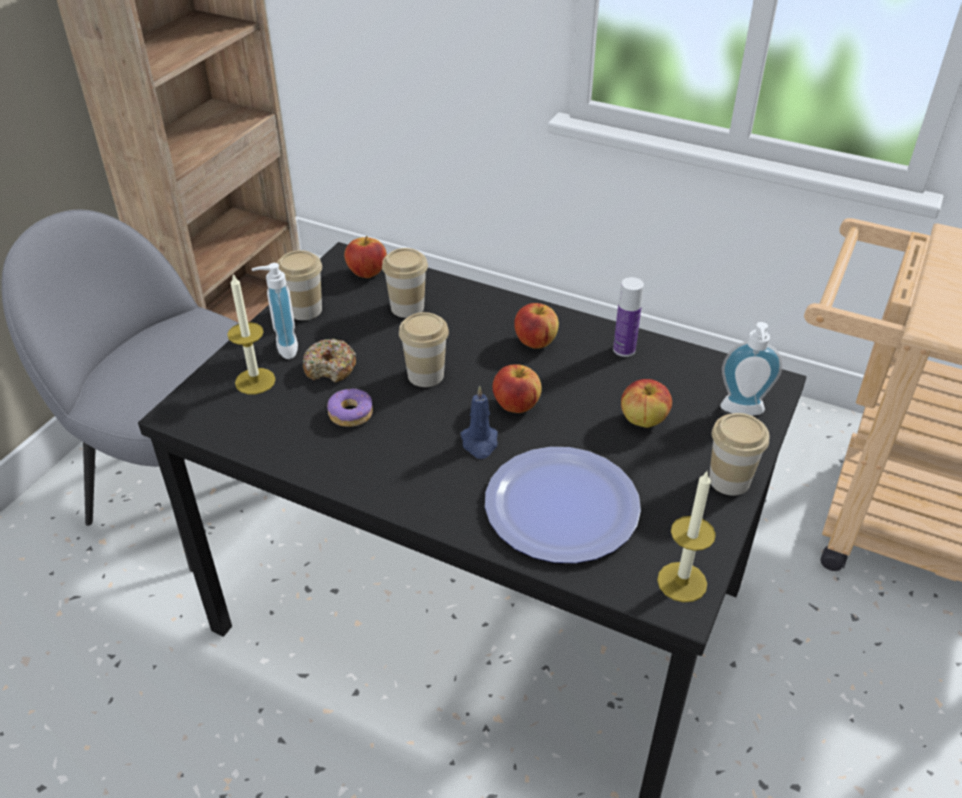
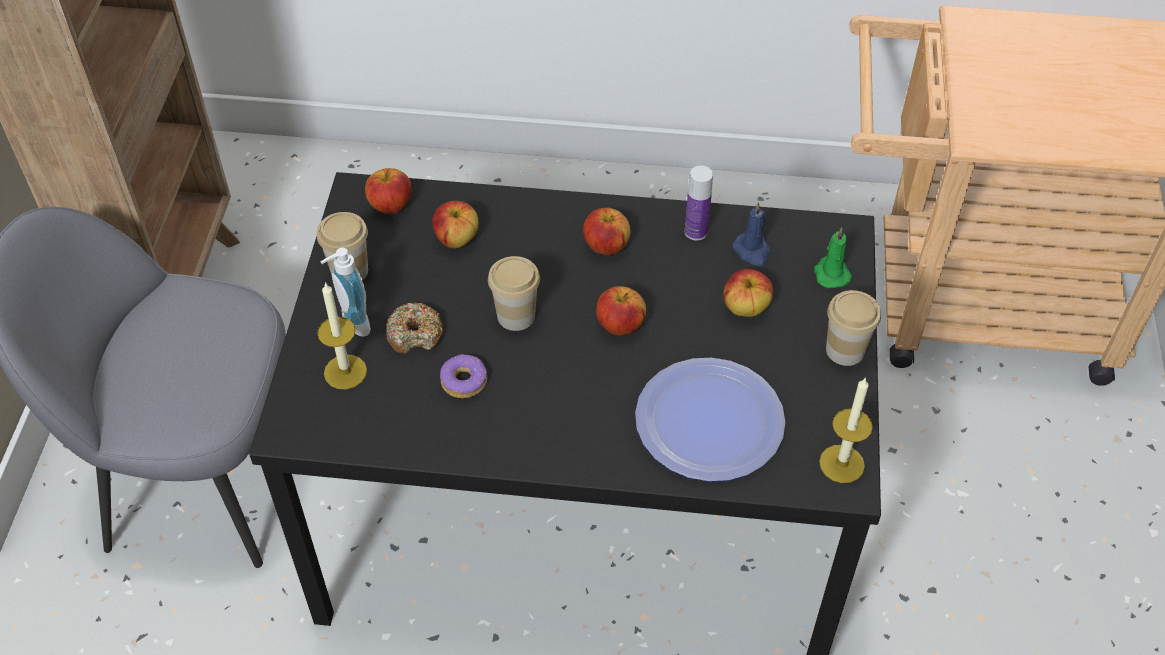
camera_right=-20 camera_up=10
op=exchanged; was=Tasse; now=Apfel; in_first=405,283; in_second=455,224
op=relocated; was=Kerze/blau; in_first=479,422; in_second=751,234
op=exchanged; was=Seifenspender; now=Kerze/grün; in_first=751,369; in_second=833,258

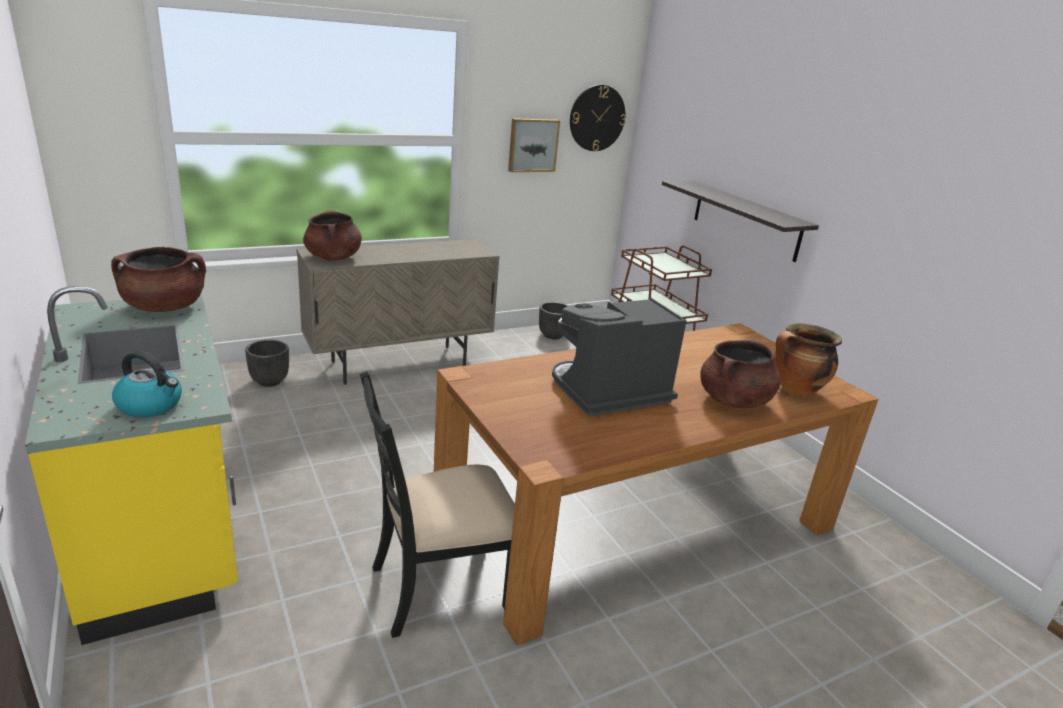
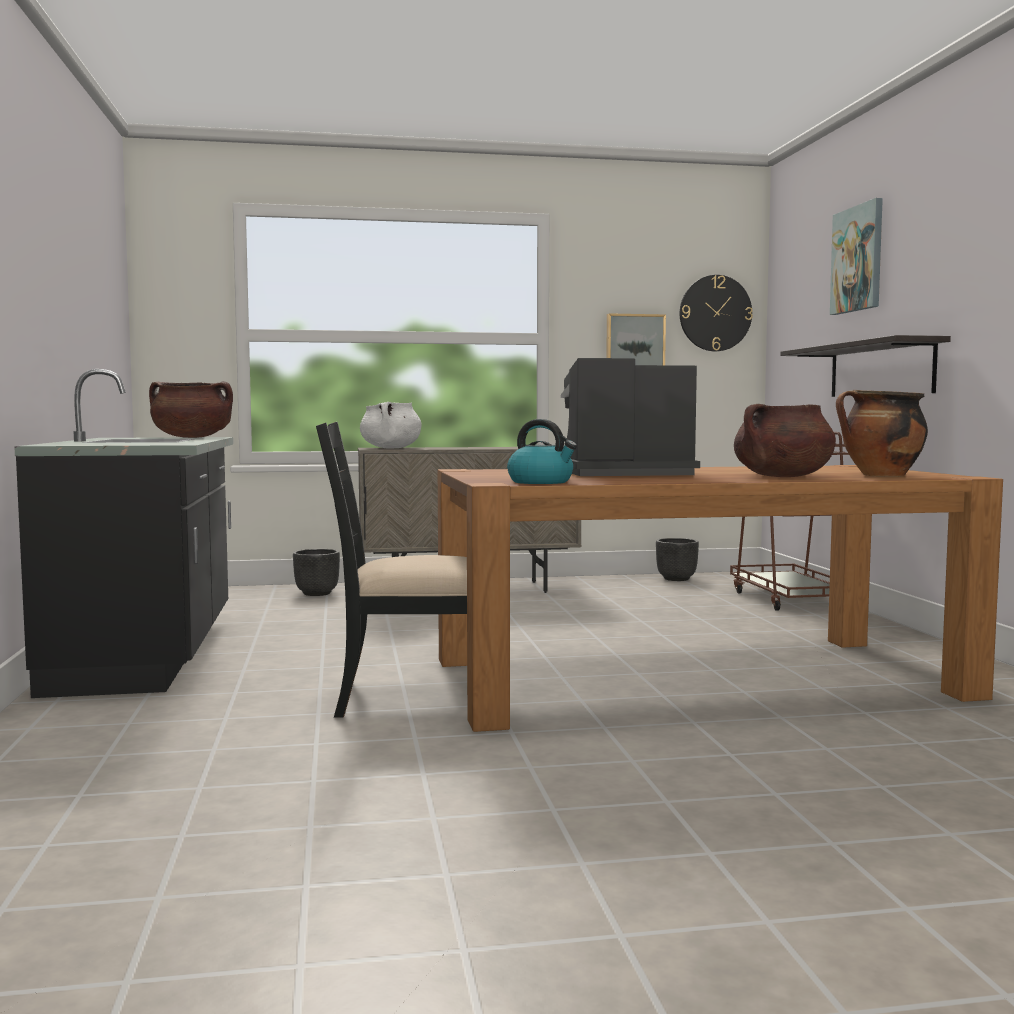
camera_right=20 camera_up=-20
op=colour; was=Küchenzeile/gelb; now=Küchenzeile/schwarz; in_first=131,465; in_second=123,533
op=relocated; was=Wasserkessel; in_first=147,384; in_second=542,451
op=colour; was=Kochtopf/braun; now=Kochtopf/weiß; in_first=332,235; in_second=391,425
op=appeared; now=Bild; in_second=856,256

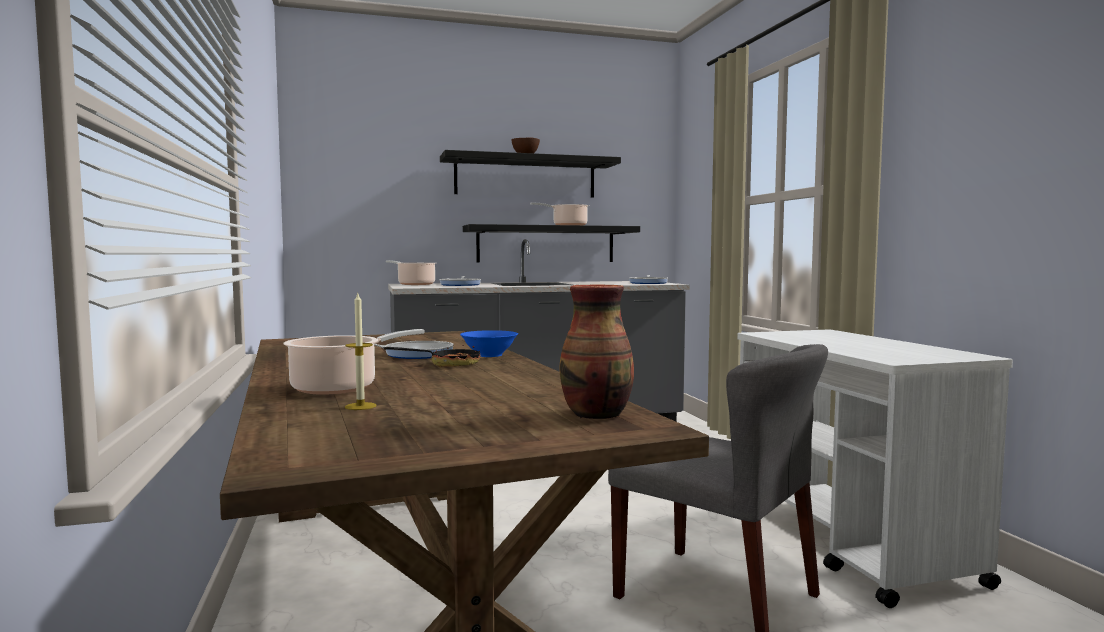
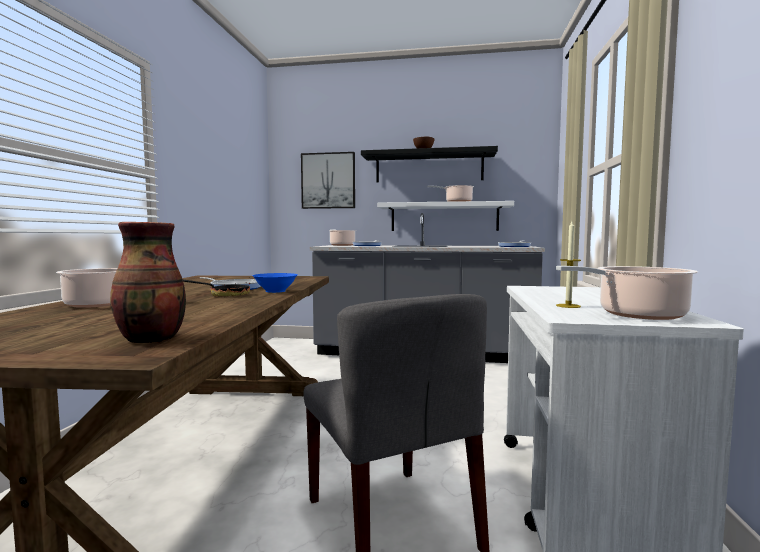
camera_right=25 camera_up=0
op=relocated; was=Kerze; in_first=361,351; in_second=568,264
op=colour; was=Wandregal/schwarz; now=Wandregal/weiß; in_first=551,243; in_second=445,216
op=appeared; now=Bild; in_second=328,180
op=appeared; now=Kochtopf; in_second=627,293

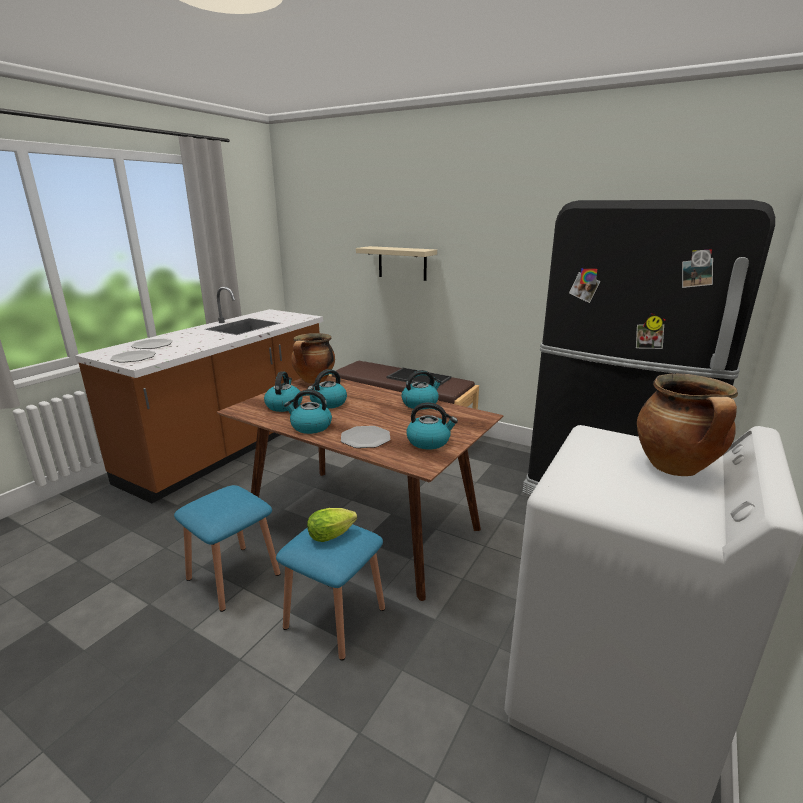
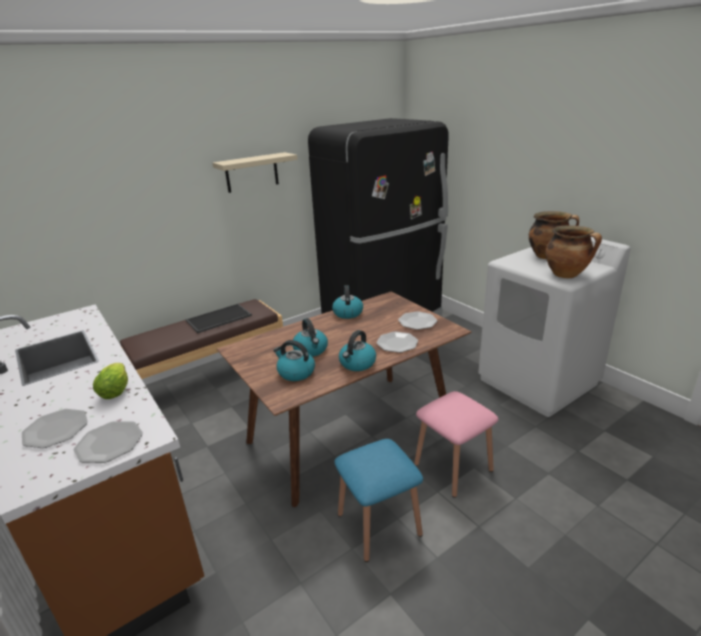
camera_right=-65 camera_up=5
op=colour; was=Hocker/blau; now=Hocker/rosa; in_first=330,592; in_second=456,444
op=relocated; was=Kochtopf; in_first=313,358; in_second=574,251
op=relocated; was=Salatkopf; in_first=332,525; in_second=110,381
op=relocated; was=Wandregal/beige; in_first=396,263; in_second=255,172
op=exchanged; was=Wasserkessel; now=Teller; in_first=432,425; in_second=417,320

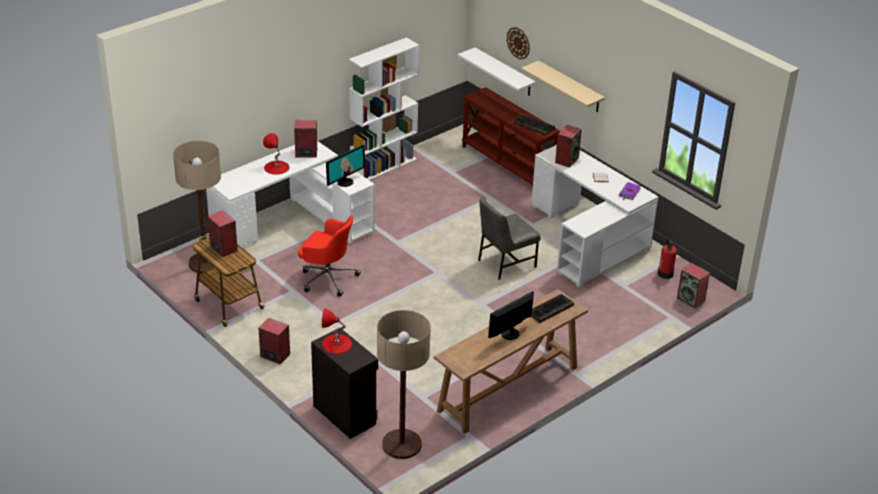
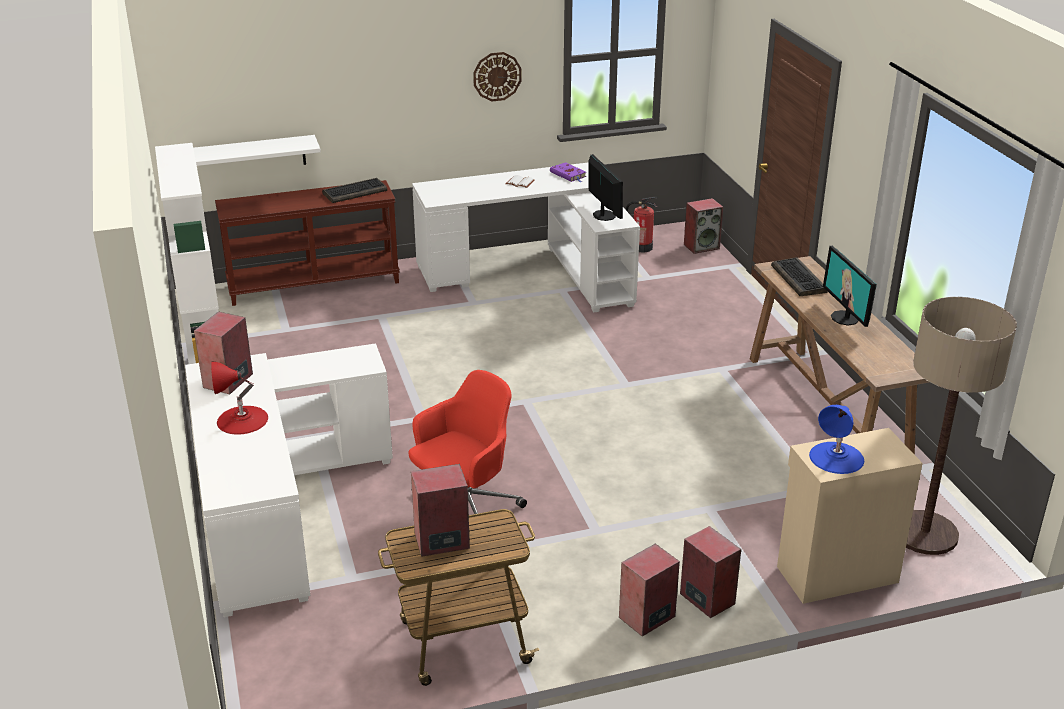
camera_right=-65 camera_up=-5
op=missing; was=Stehlampe; in_first=197,207
op=colour; was=Schrank/schwarz; now=Schrank/beige; in_first=344,383; in_second=850,516
op=colour; was=Tischlampe/rot; now=Tischlampe/blau; in_first=337,331; in_second=836,439
op=relocated; was=Monitor; in_first=345,165; in_second=605,187
op=missing; was=Stuhl/grau; in_first=509,239
op=relocated; was=Wanduhr; in_first=518,43; in_second=497,76
op=missing; was=Wandregal/beige; in_first=563,86
op=relocated; was=Lautsprecher; in_first=568,146; in_second=710,572

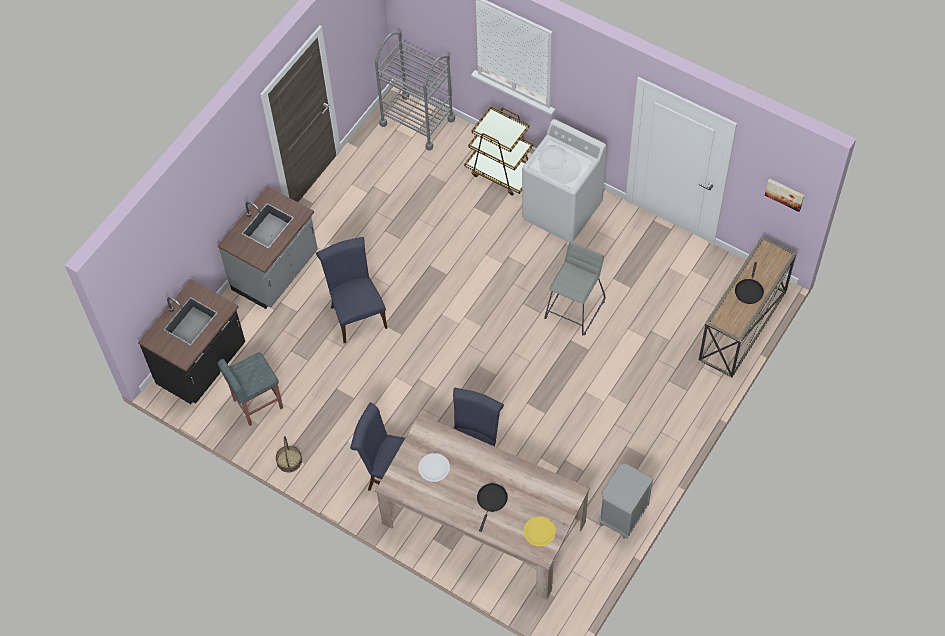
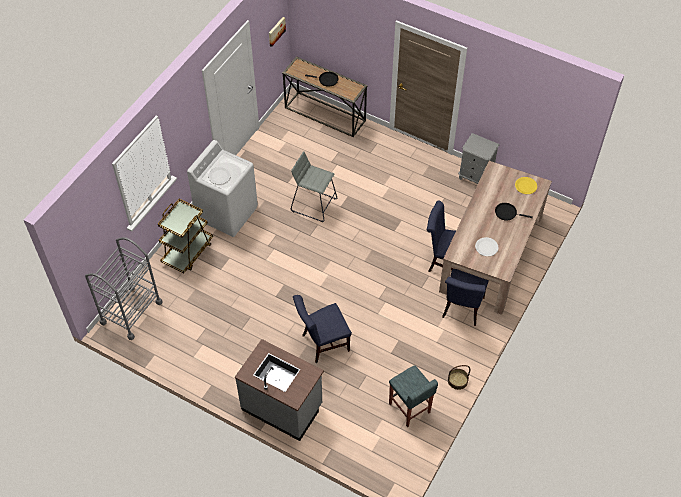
camera_right=-95 camera_up=-5
op=missing; was=Küchenzeile/schwarz; in_first=191,341

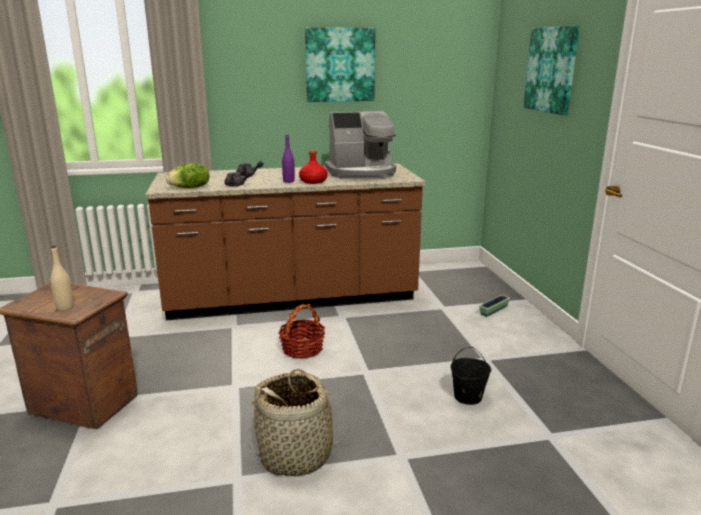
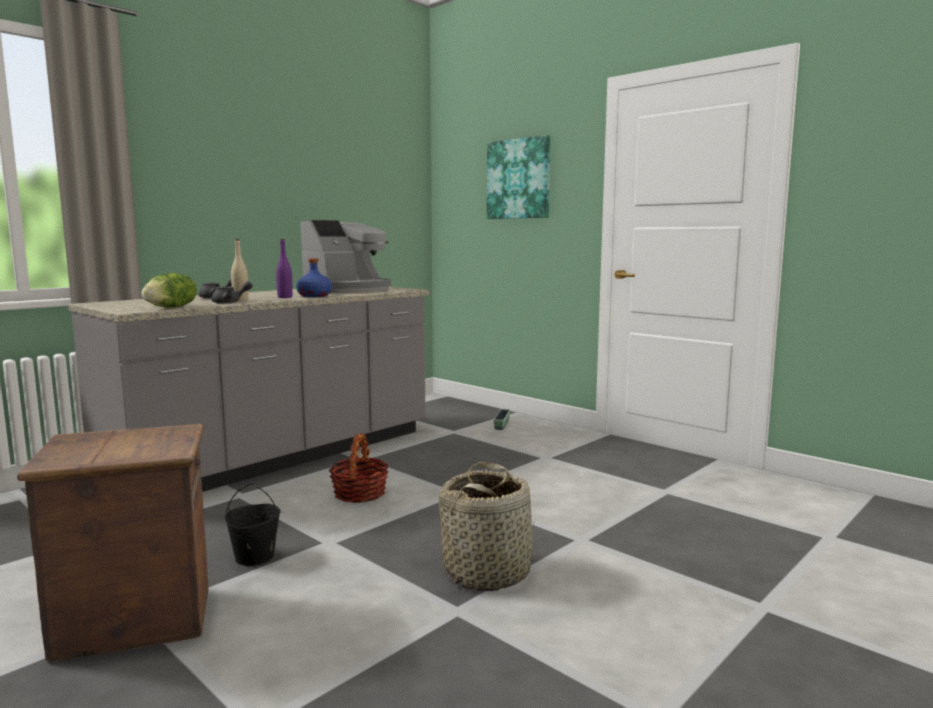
camera_right=-35 camera_up=-10
op=relocated; was=Flasche/beige; in_first=62,278; in_second=240,270
op=colour; was=Küchenzeile/braun; now=Küchenzeile/grau; in_first=285,241; in_second=248,389
op=colour; was=Flasche/rot; now=Flasche/blau; in_first=313,167; in_second=314,277
op=missing; was=Bild; in_first=340,64
op=relocated; was=Eimer/schwarz; in_first=471,376; in_second=253,525

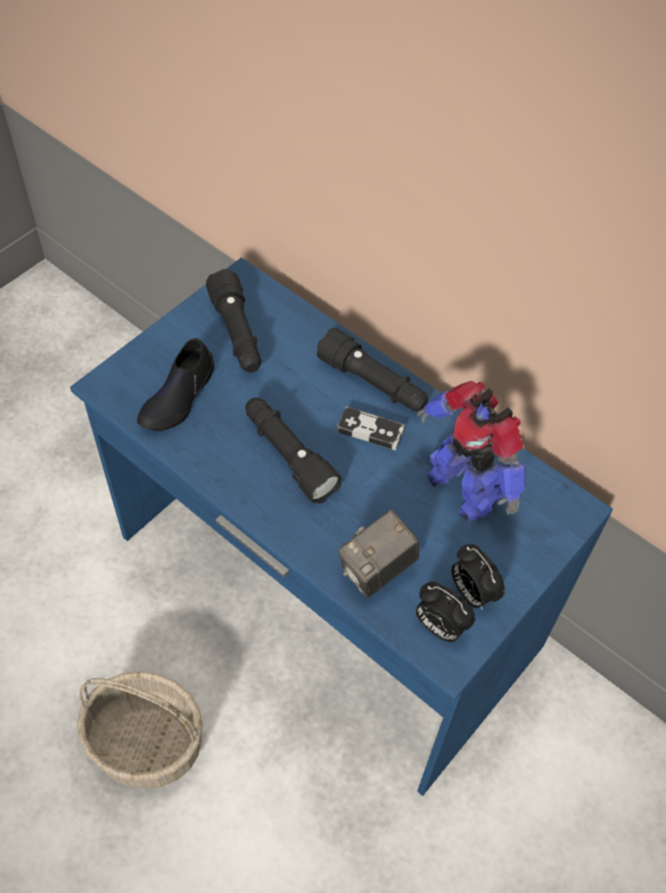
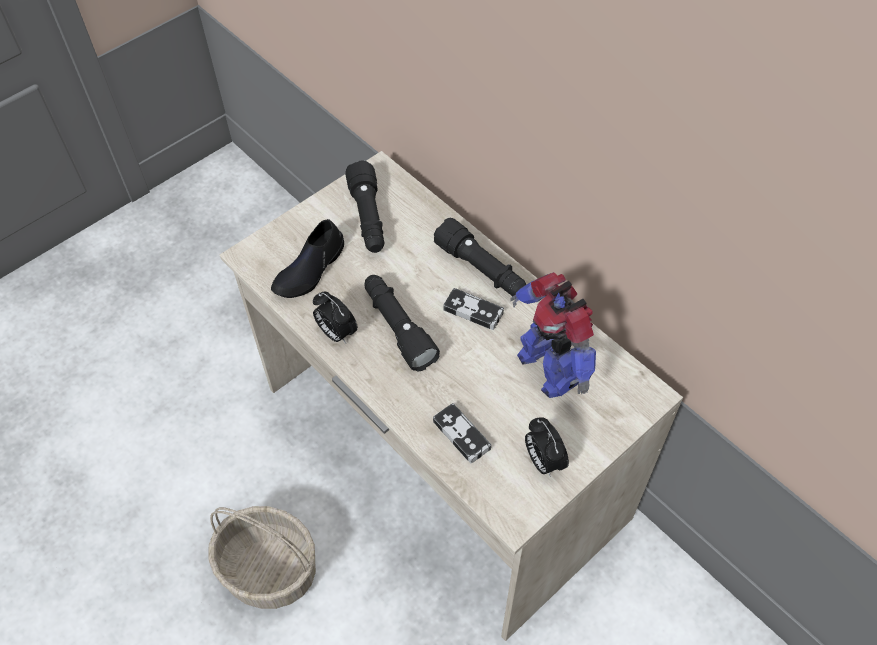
camera_right=10 camera_up=0
op=colour; was=Schreibtisch/blau; now=Schreibtisch/beige; in_first=341,526; in_second=451,396
op=exchanged; was=Kamera; now=Gamepad; in_first=378,554; in_second=462,433
op=relocated; was=Wecker; in_first=446,612; in_second=335,318

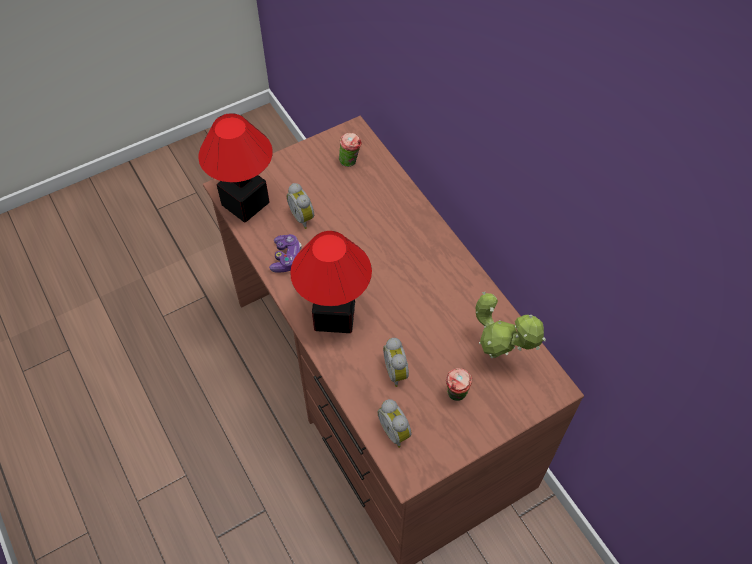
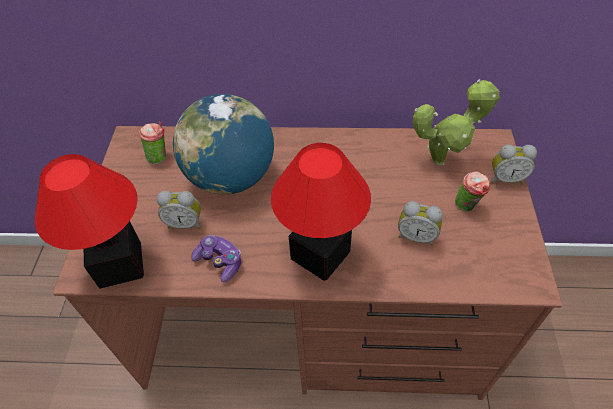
camera_right=-55 camera_up=-5
op=relocated; was=Wecker; in_first=394,423; in_second=514,164
op=appeared; now=Globus; in_second=223,144

